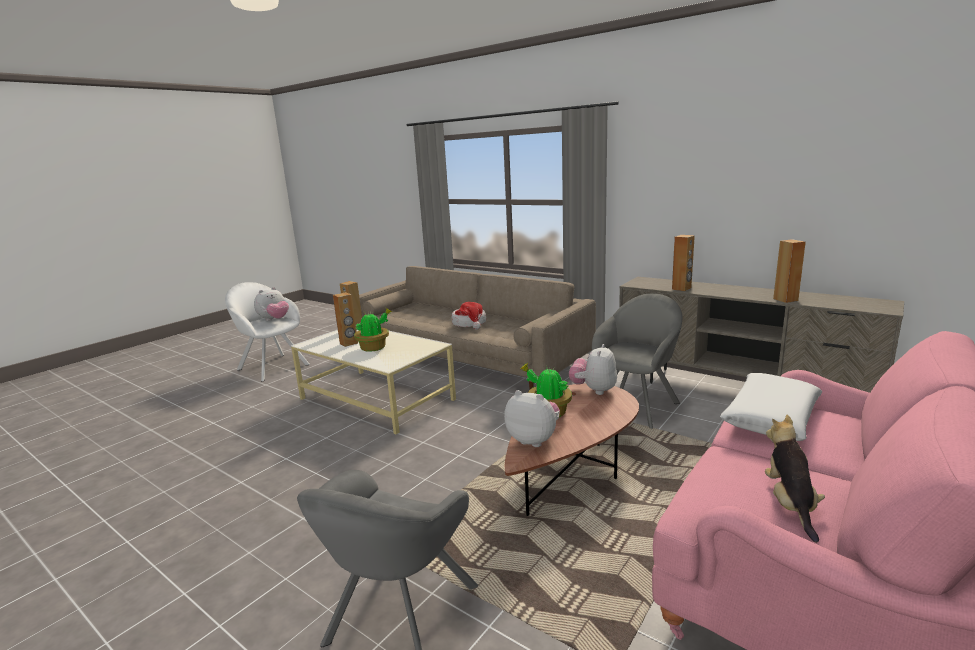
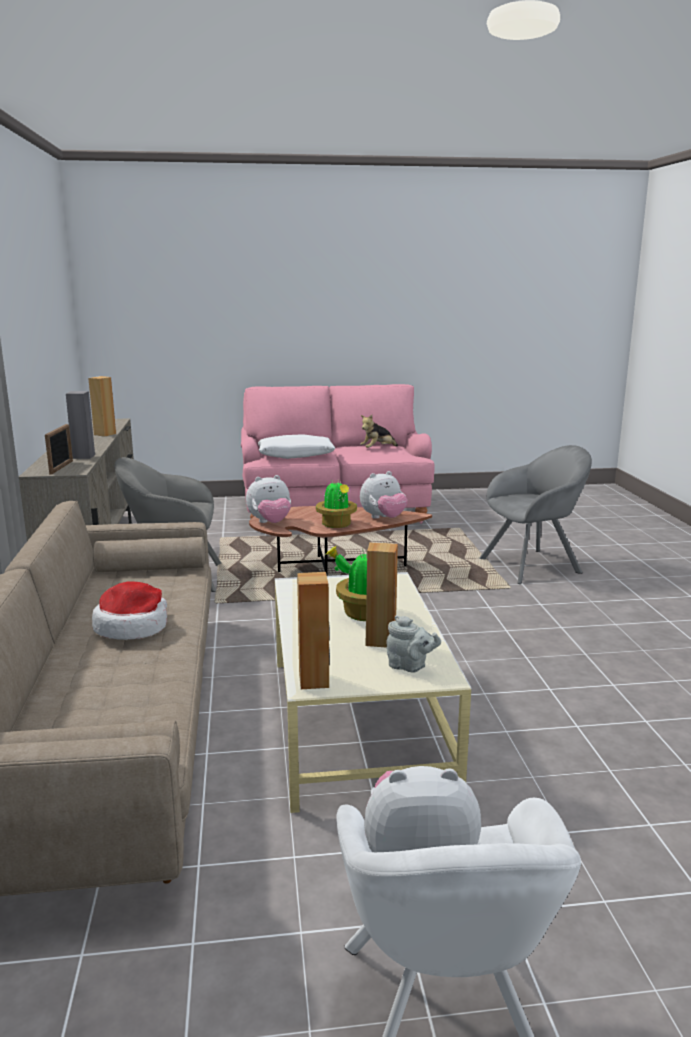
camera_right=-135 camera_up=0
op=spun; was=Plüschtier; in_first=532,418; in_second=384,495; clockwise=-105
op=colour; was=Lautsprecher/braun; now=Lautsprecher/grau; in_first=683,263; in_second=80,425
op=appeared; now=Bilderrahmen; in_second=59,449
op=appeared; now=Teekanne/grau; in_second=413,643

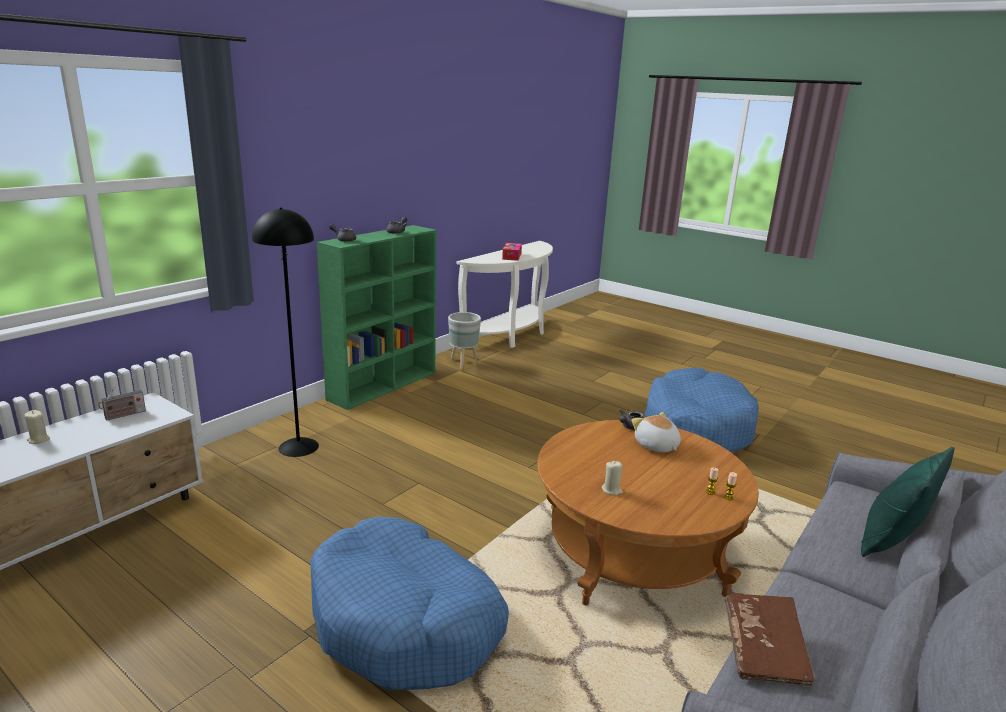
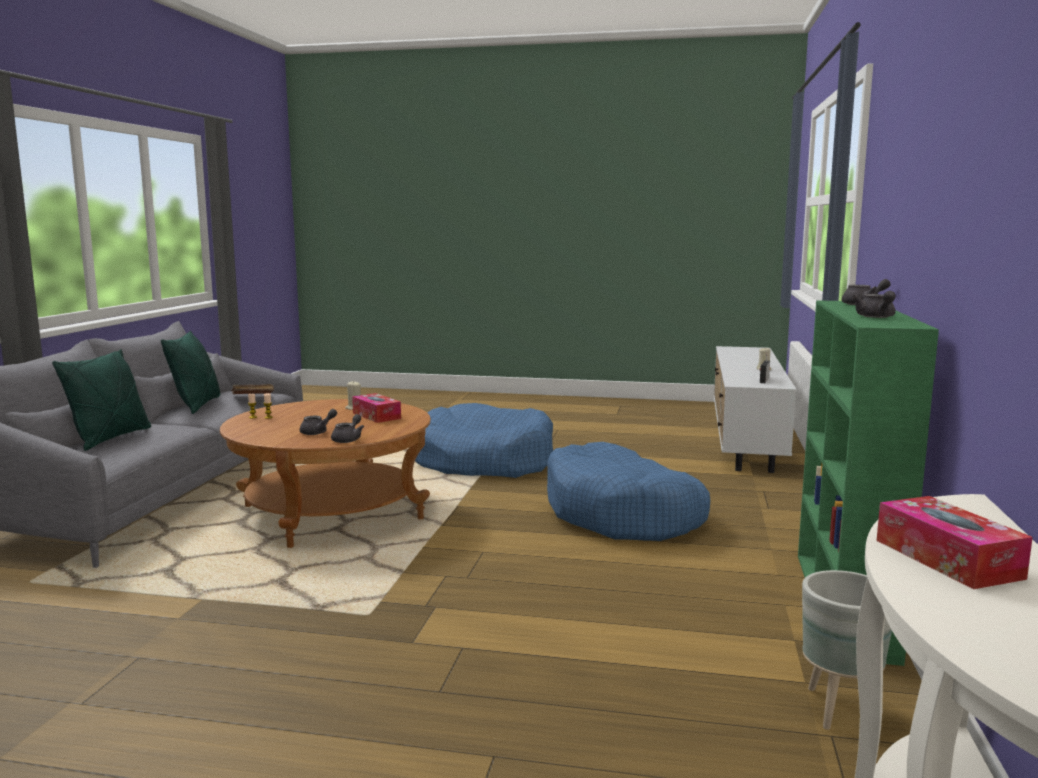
camera_right=155 camera_up=-10
op=missing; was=Stehlampe/schwarz; in_first=285,332
op=exchanged; was=Plüschtier; now=Teekanne/grau; in_first=656,432; in_second=318,422
op=relocated; was=Hundebett/blau; in_first=701,410; in_second=628,491
op=appeared; now=Kissen/grün; in_second=190,372
op=appeared; now=Taschentuchbox; in_second=376,408

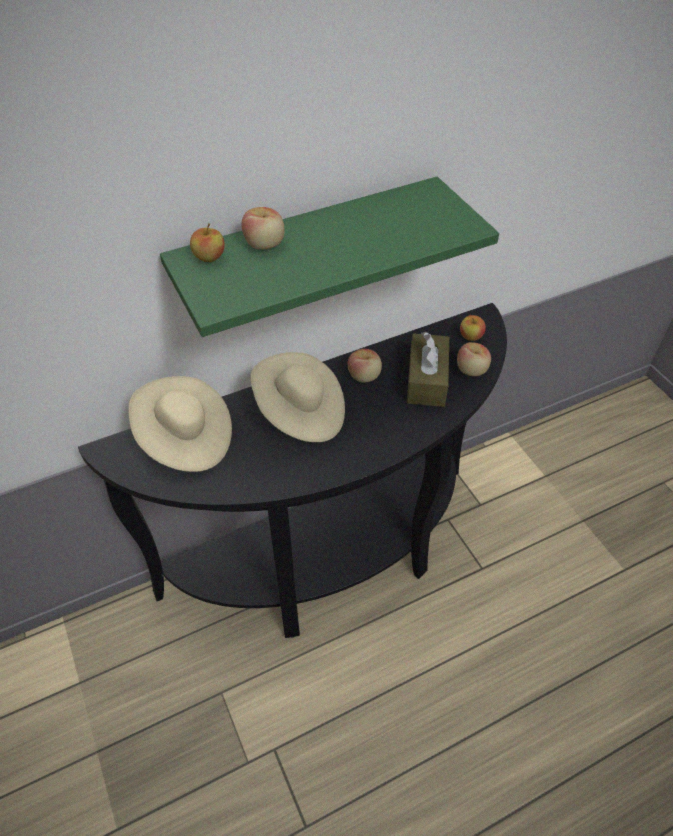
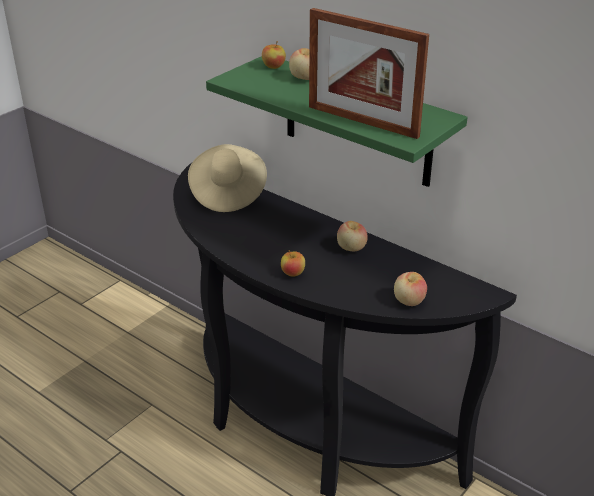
camera_right=65 camera_up=-15
op=missing; was=Hut/beige; in_first=297,397
op=missing; was=Taschentuchbox/braun; in_first=428,369
op=relocated; was=Apfel; in_first=473,328; in_second=293,263
op=appeared; now=Bilderrahmen; in_second=369,73

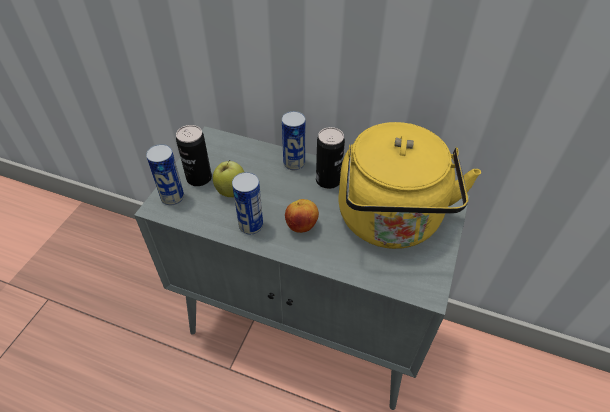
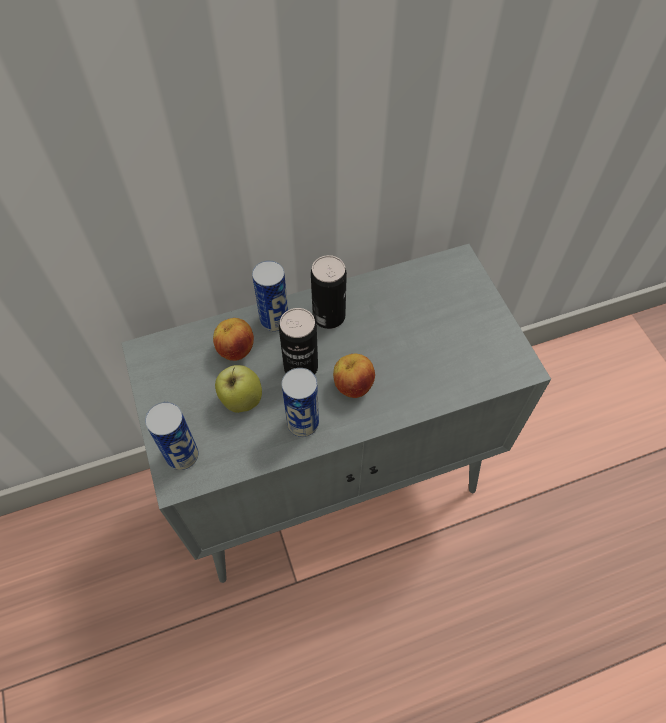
camera_right=-40 camera_up=10
op=relocated; was=Dose; in_first=194,155; in_second=298,341
op=missing; was=Wasserkessel/gelb; in_first=409,185
op=appeared; now=Apfel; in_second=233,339

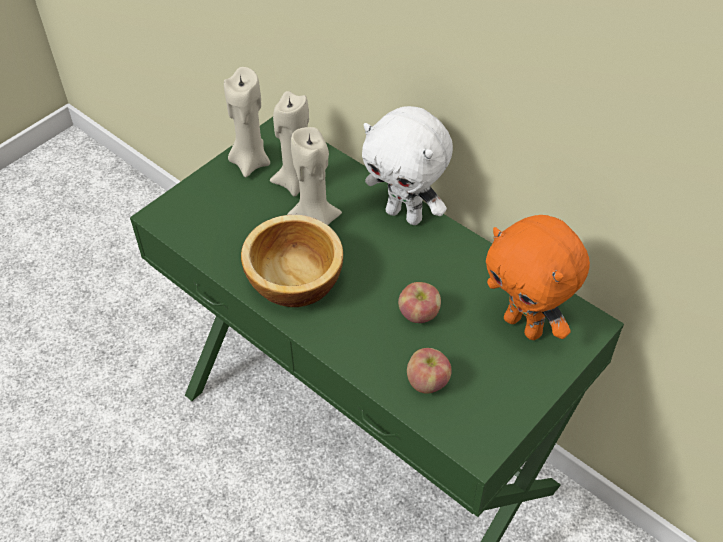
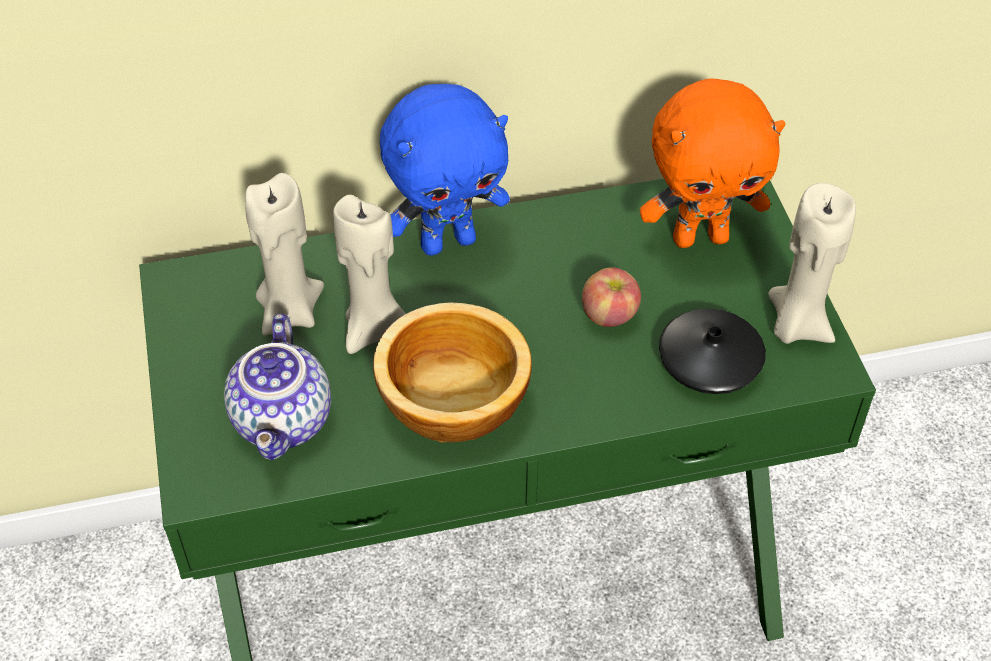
camera_right=-55 camera_up=0
op=relocated; was=Kerze/beige; in_first=247,122; in_second=812,263
op=colour; was=Plüschtier/weiß; now=Plüschtier/blau; in_first=407,165; in_second=445,170
op=exchanged; was=Apfel; now=Vase/schwarz; in_first=429,371; in_second=712,351
op=appeared; now=Teekanne; in_second=277,387

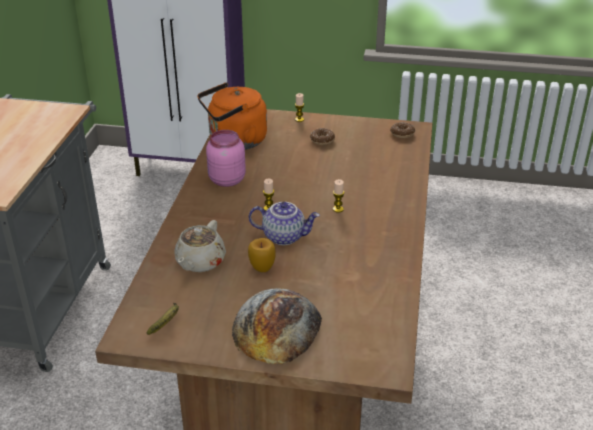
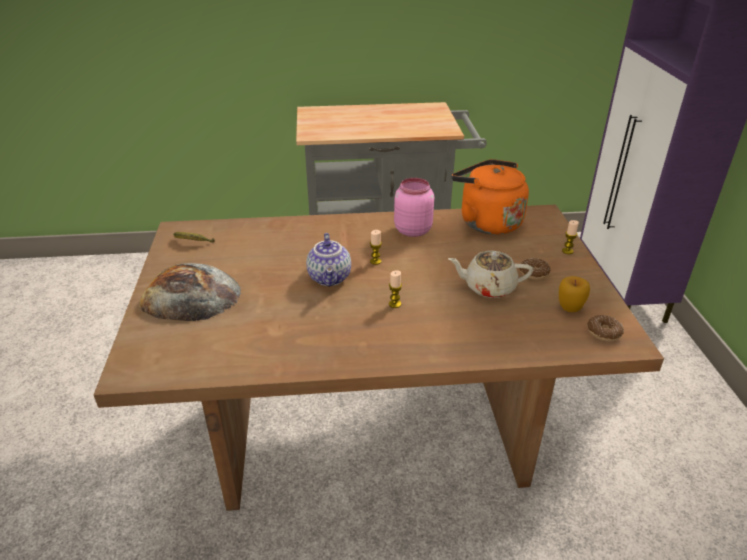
camera_right=75 camera_up=0
op=relocated; was=Teekanne/beige; in_first=200,246; in_second=490,274
op=relocated; was=Apfel; in_first=262,255; in_second=574,294

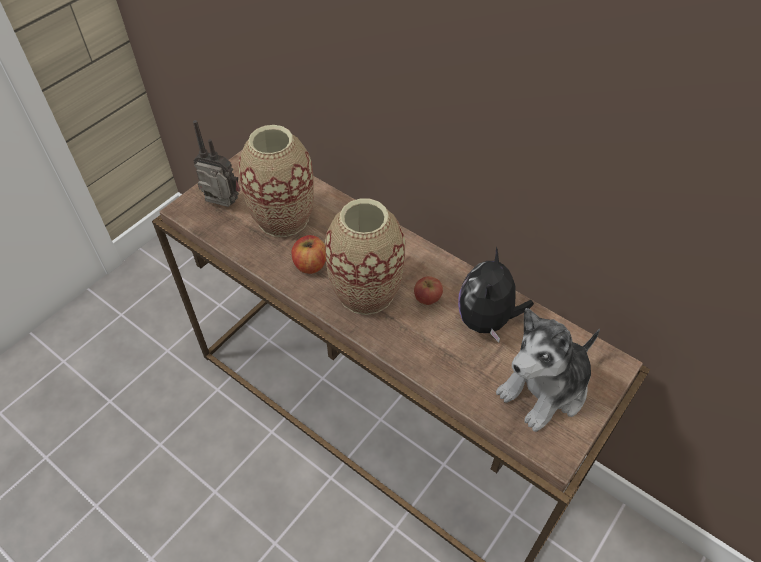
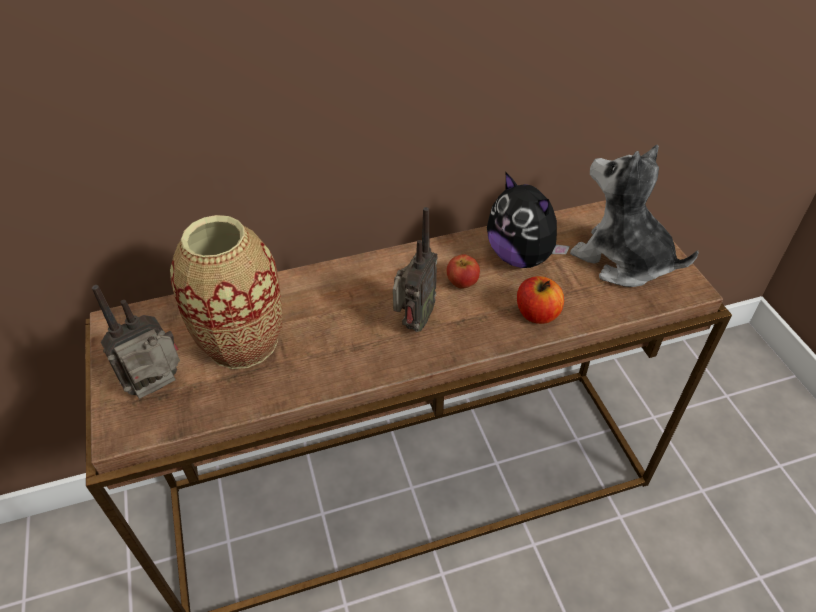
camera_right=-55 camera_up=-5
op=relocated; was=Apfel; in_first=309,254; in_second=540,300
op=exchanged; was=Vase; now=Radio; in_first=365,257; in_second=415,269
op=spun; was=Plüschtier; in_first=548,370; in_second=634,216; clockwise=135

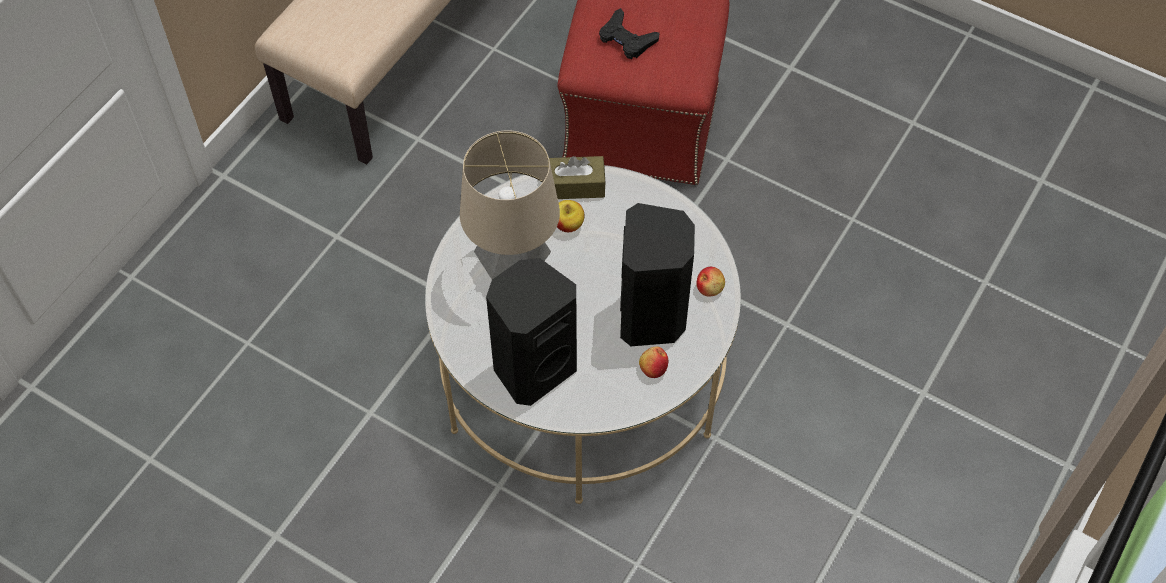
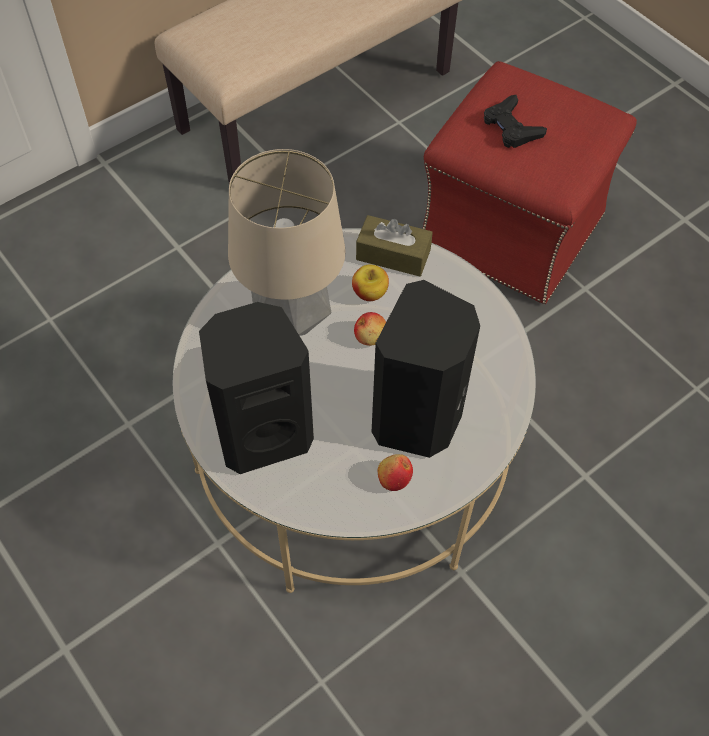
camera_right=20 camera_up=0
op=relocated; was=Apfel; in_first=710,282; in_second=370,329

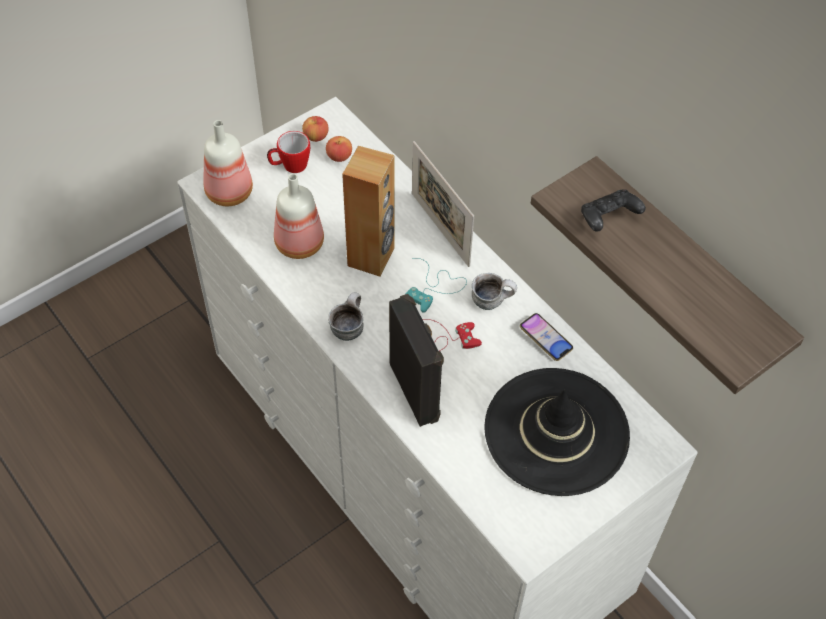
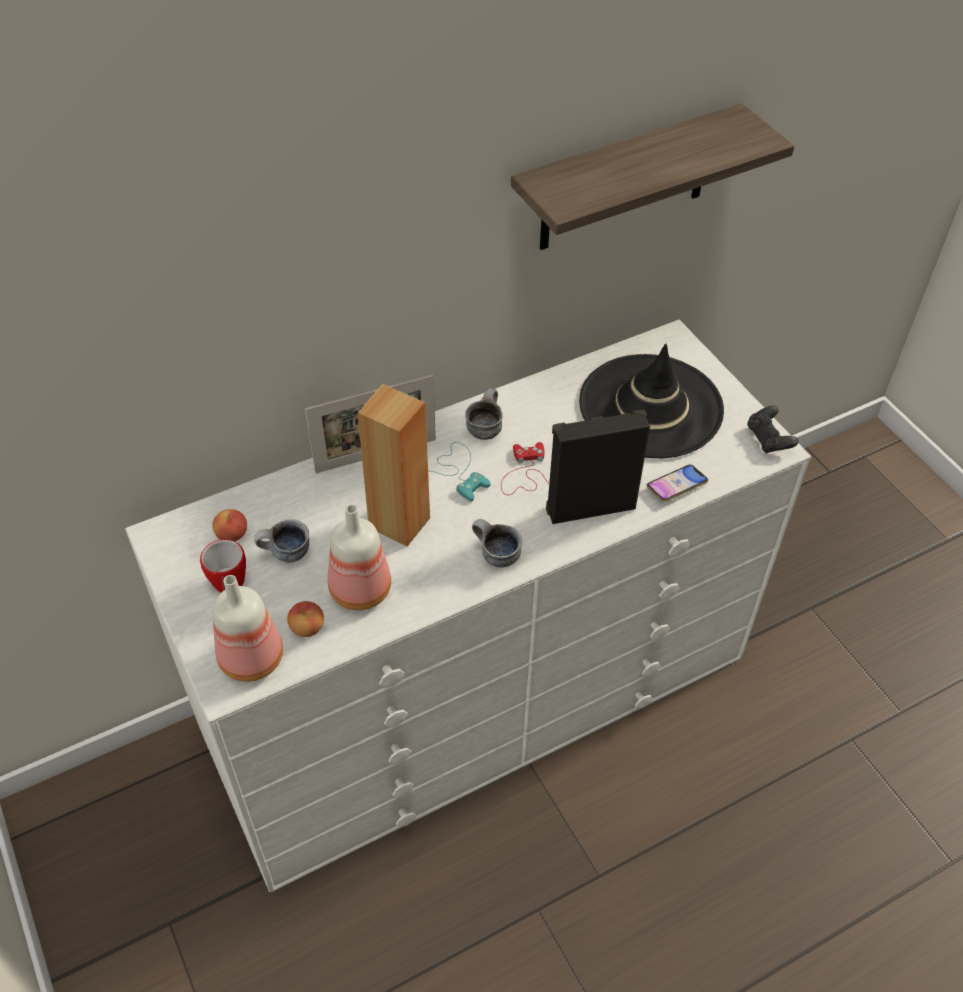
camera_right=-80 camera_up=-5
op=relocated; was=Apfel; in_first=315,129; in_second=305,619
op=relocated; was=Handy; in_first=546,337; in_second=677,483
op=relocated; was=Gamepad/schwarz; in_first=613,210; in_second=773,429
op=appeared; now=Henkelbecher; in_second=281,541

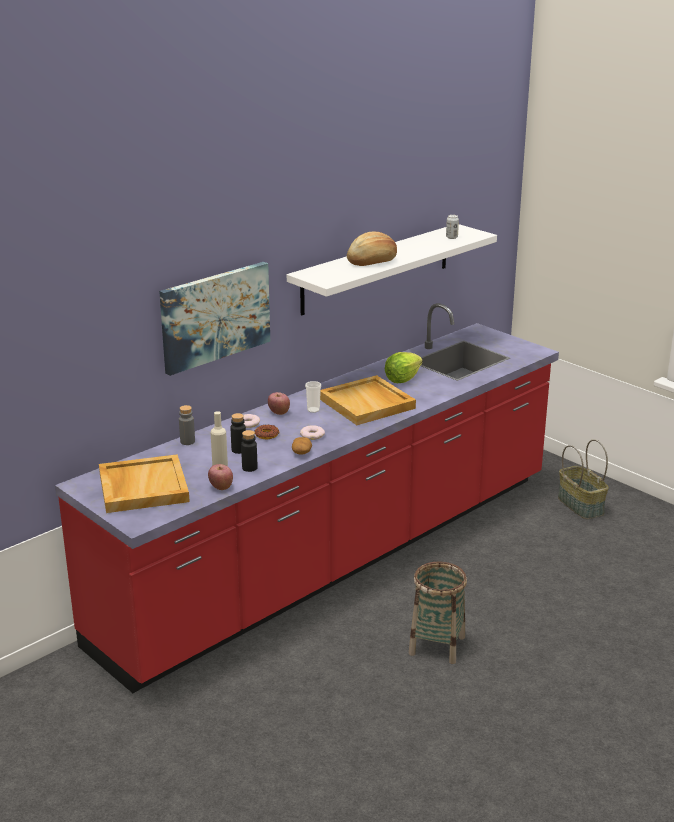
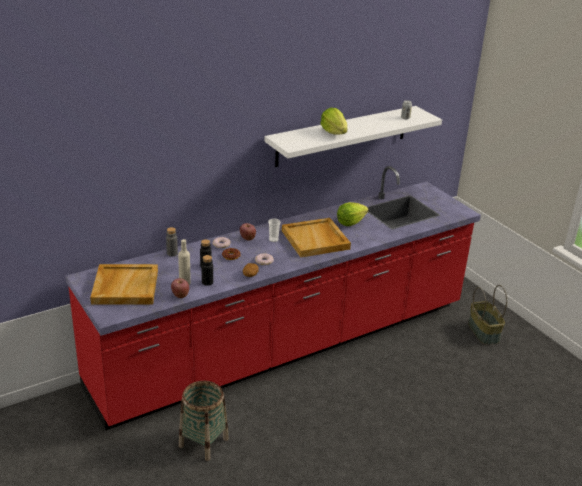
camera_right=10 camera_up=5
op=missing; was=Bild; in_first=214,319
op=exchanged; was=Brot; now=Salatkopf; in_first=372,249; in_second=333,121
op=relocated; was=Korb; in_first=438,613; in_second=204,420

